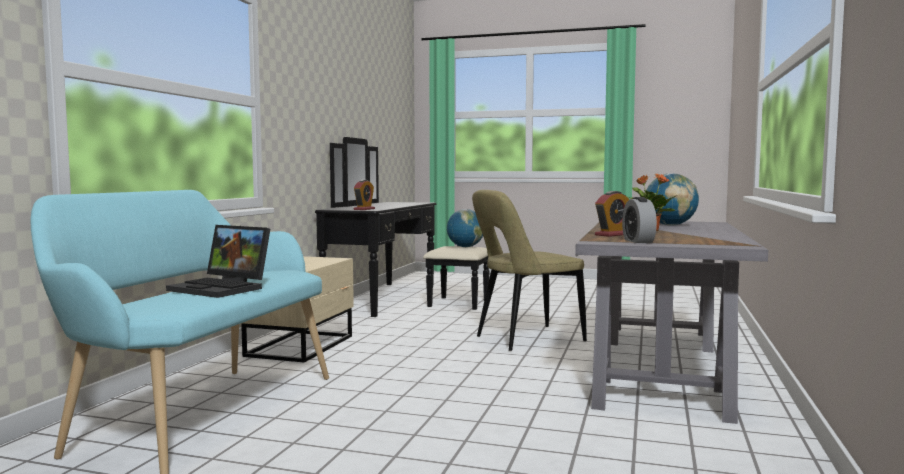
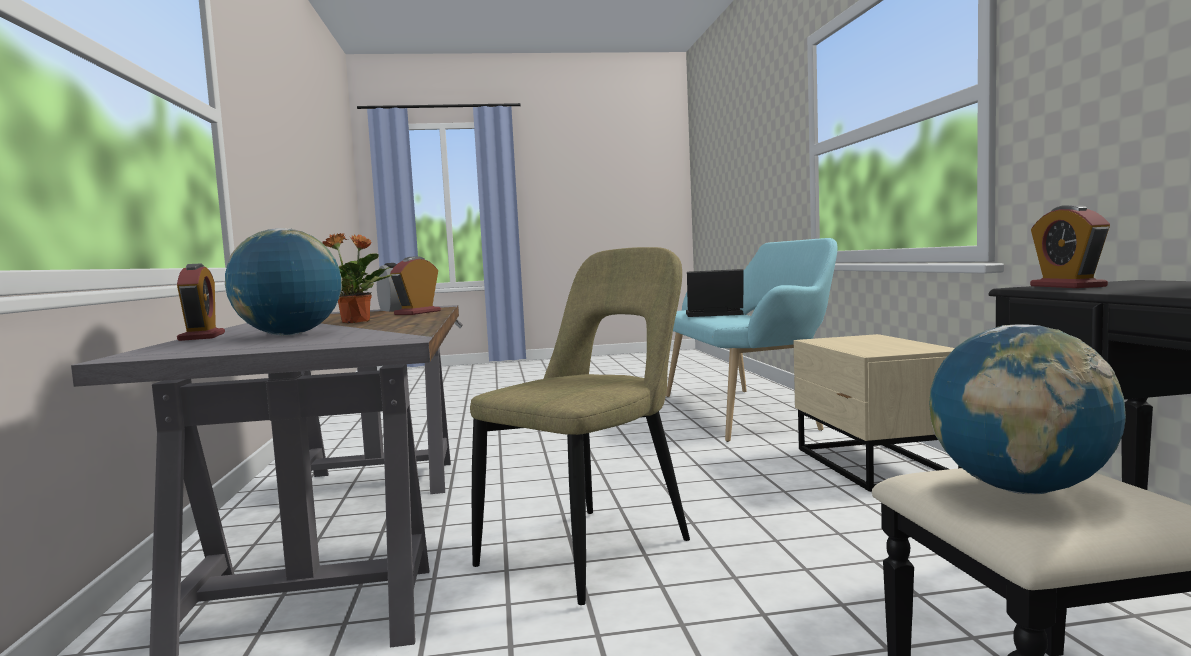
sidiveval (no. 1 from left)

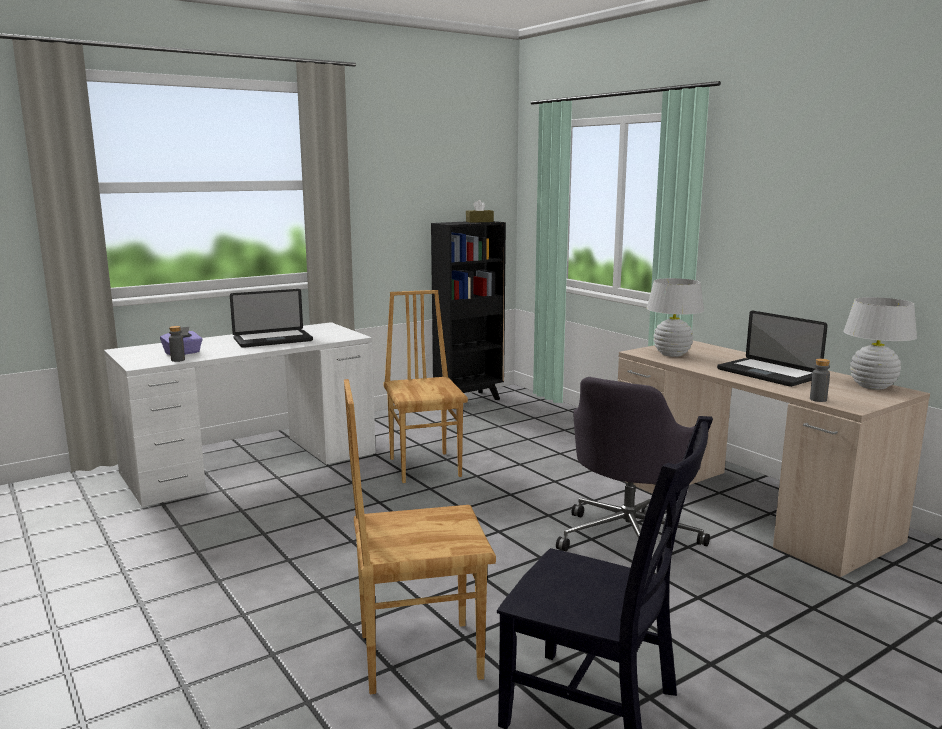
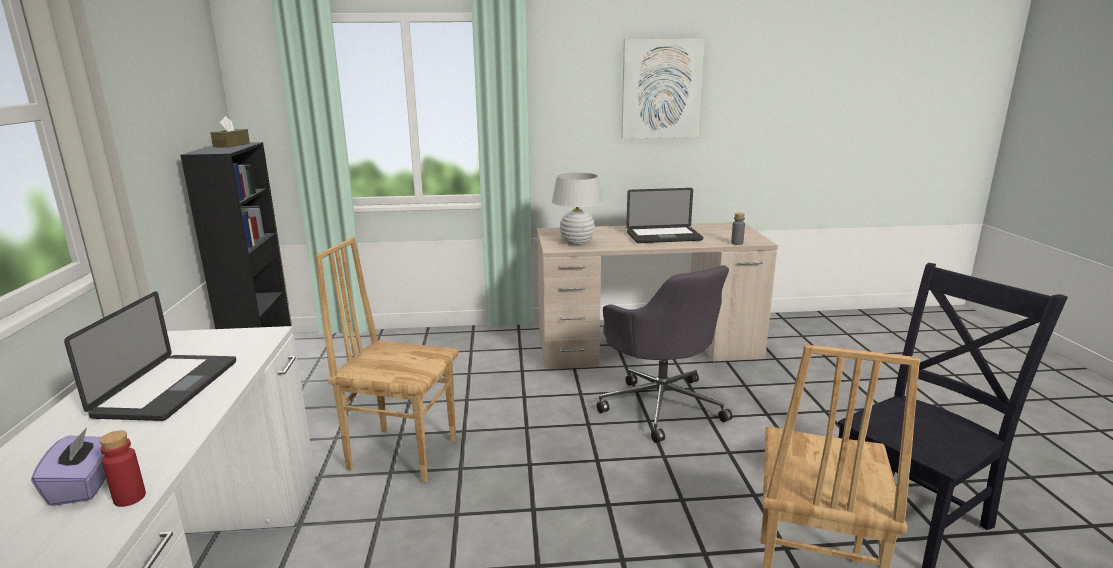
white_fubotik (no. 2 from left in the first image)
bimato
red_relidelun

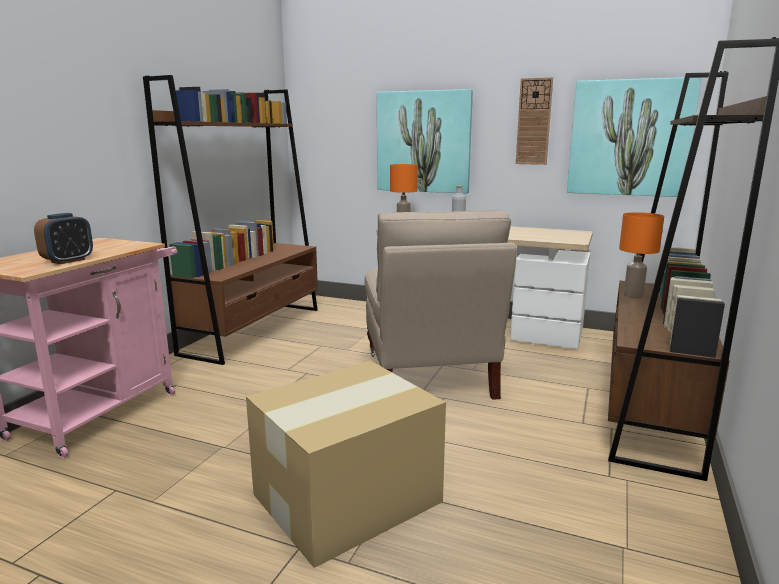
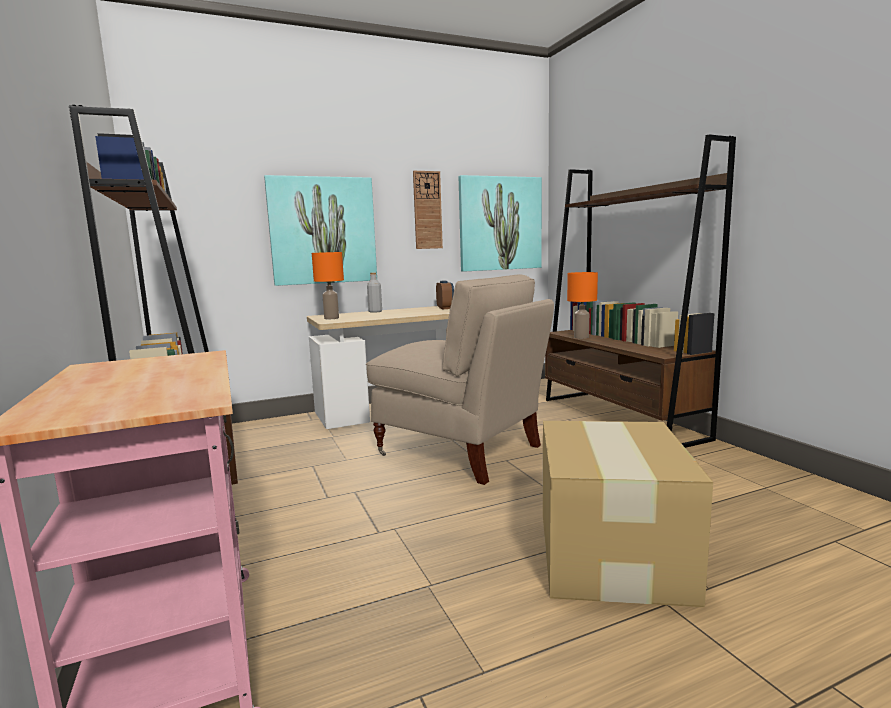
sidiveval

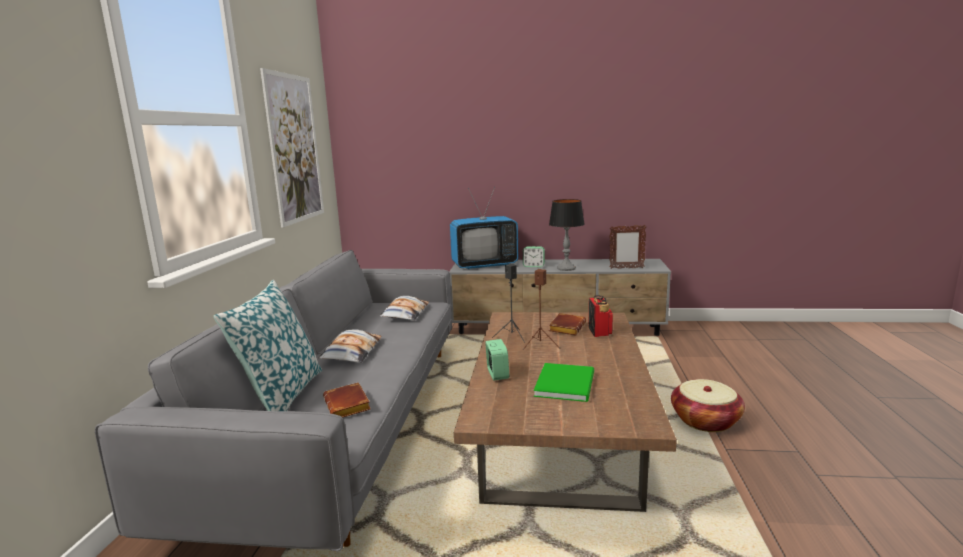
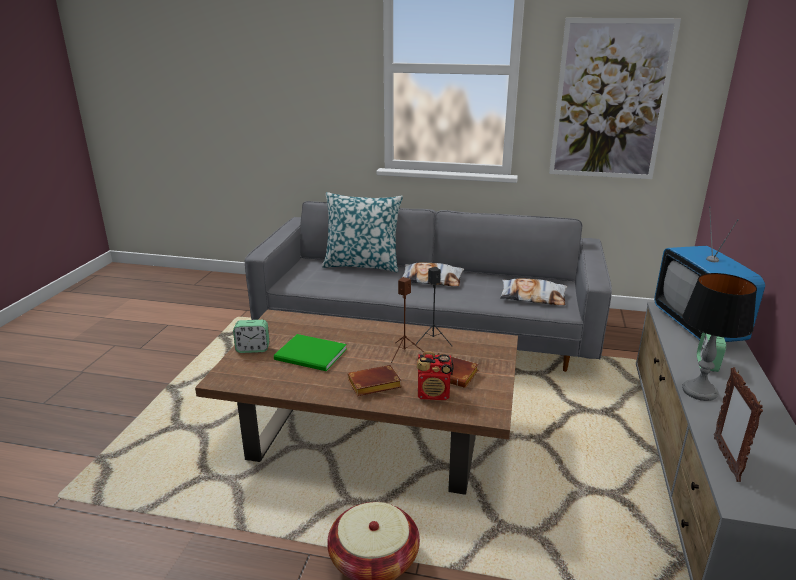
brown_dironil (no. 1 from left)
sidiveval (no. 1 from left)

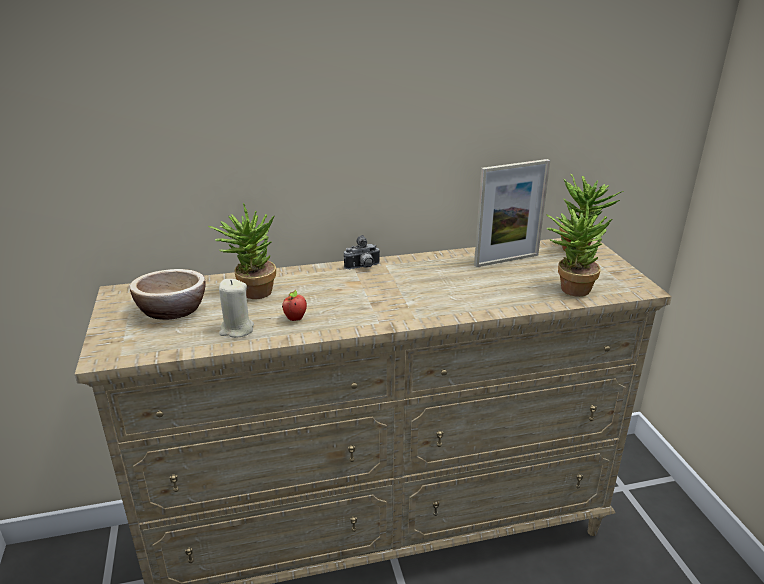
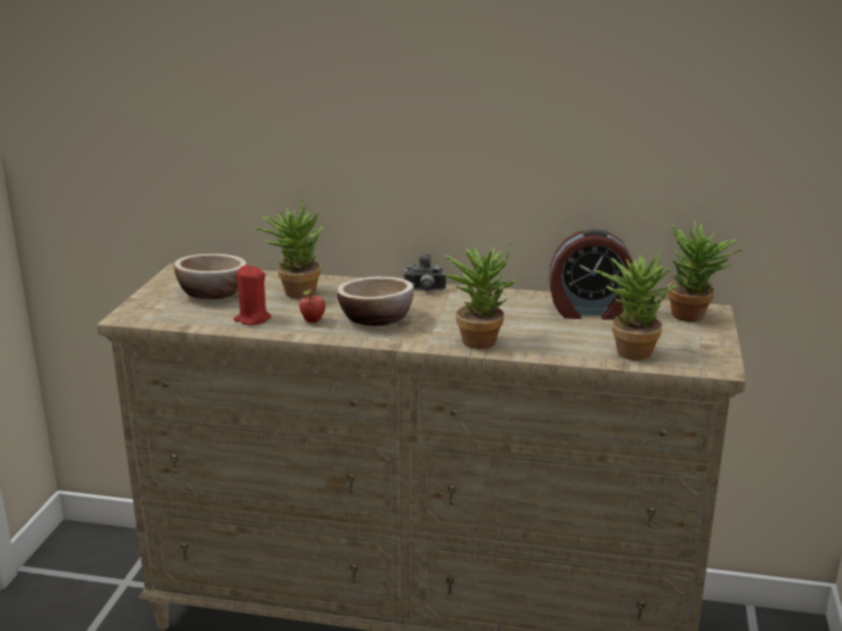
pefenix (no. 2 from left)
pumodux (no. 2 from left)
sidiveval
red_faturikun

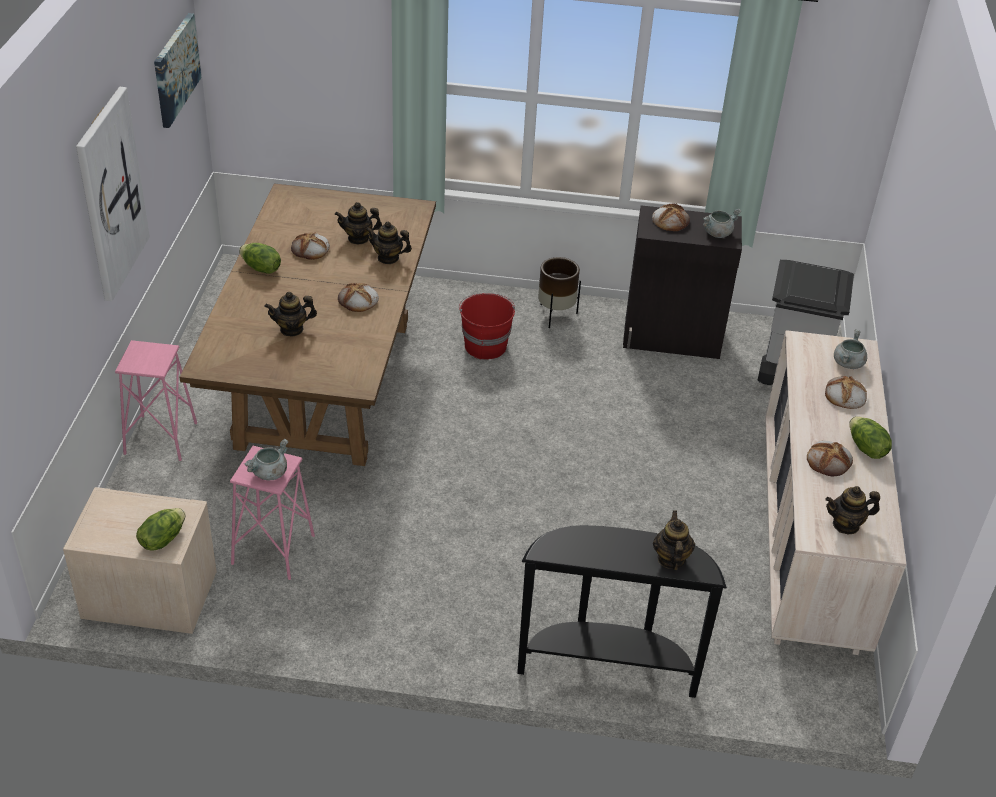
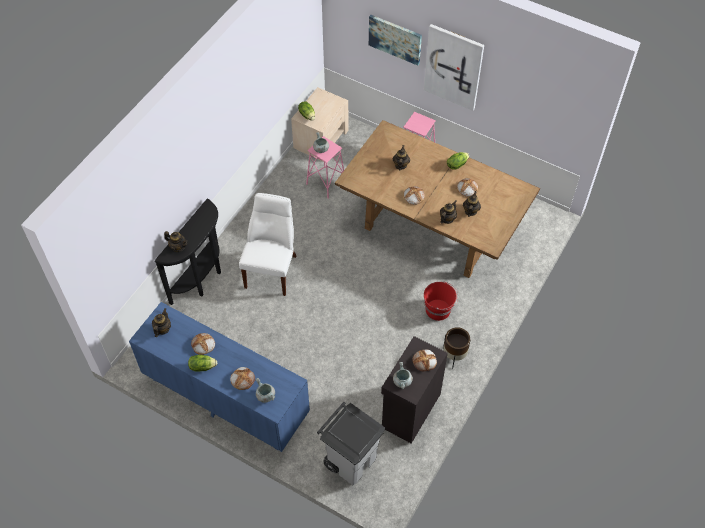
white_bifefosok
bimato (no. 1 from left)
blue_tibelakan

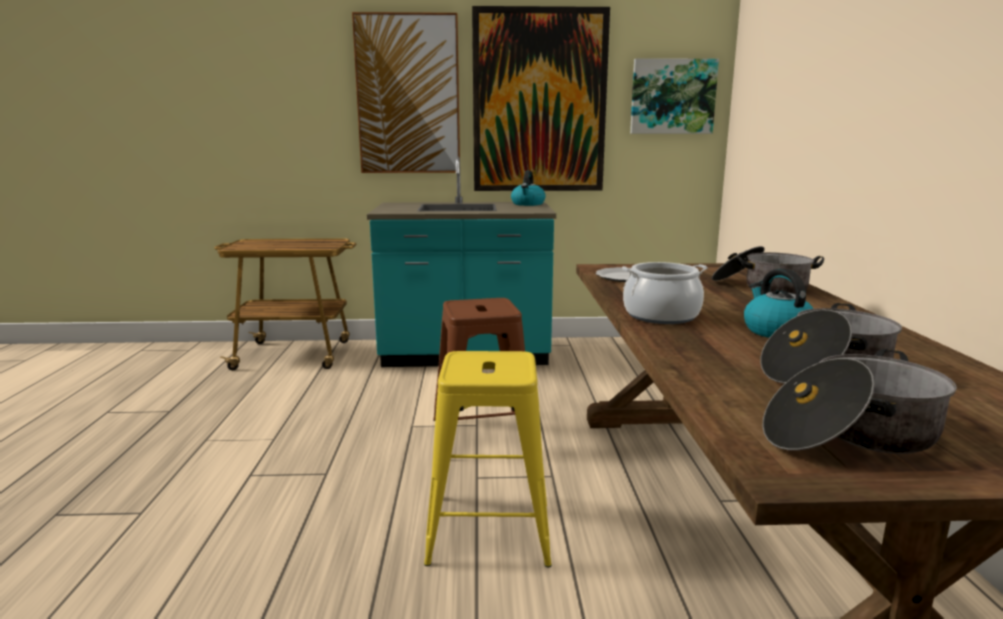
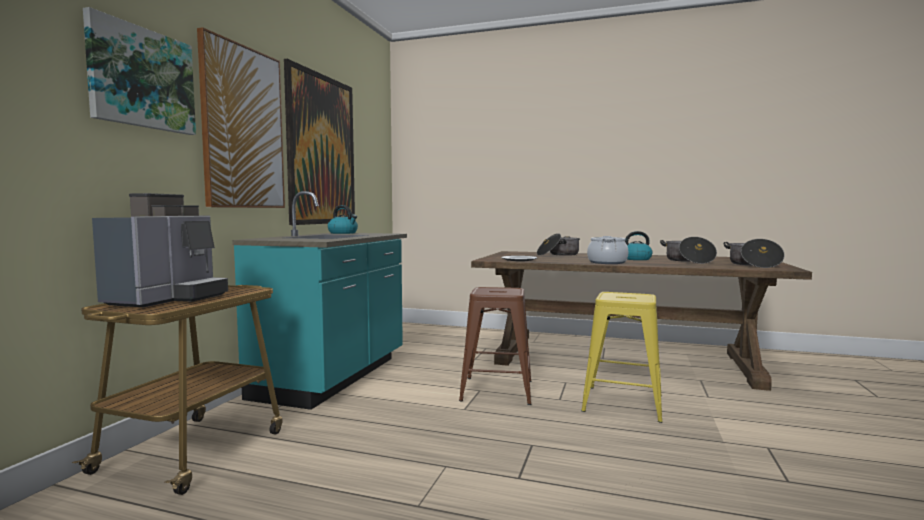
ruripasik
bimato (no. 1 from left)

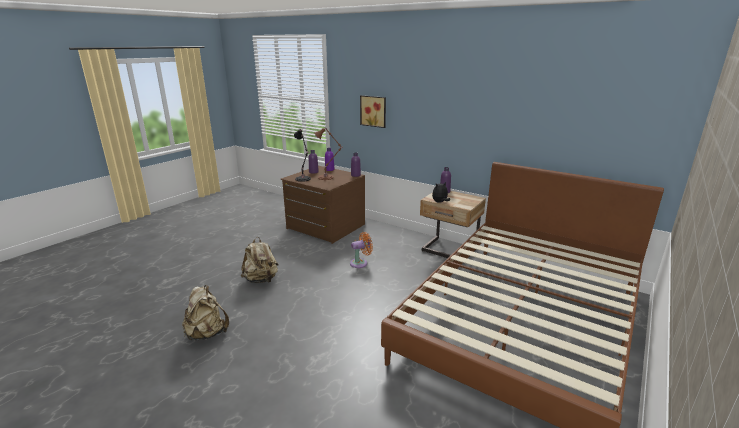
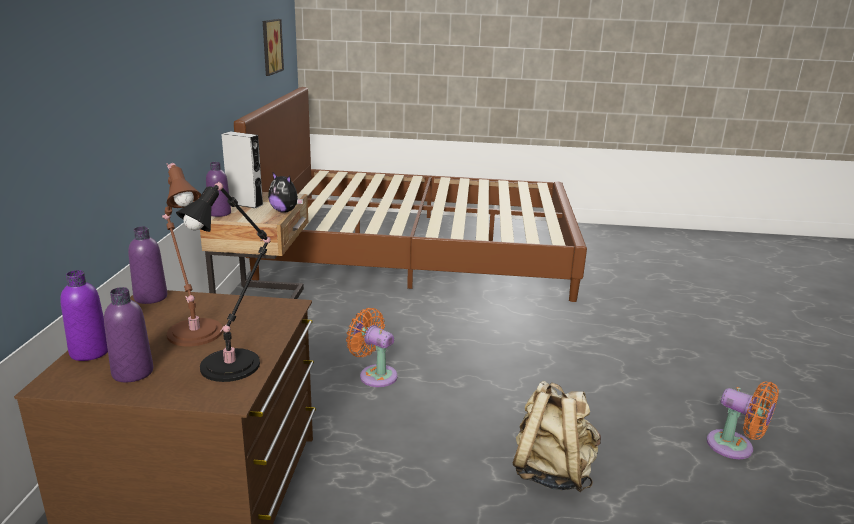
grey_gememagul
bimato
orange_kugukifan (no. 2 from left)

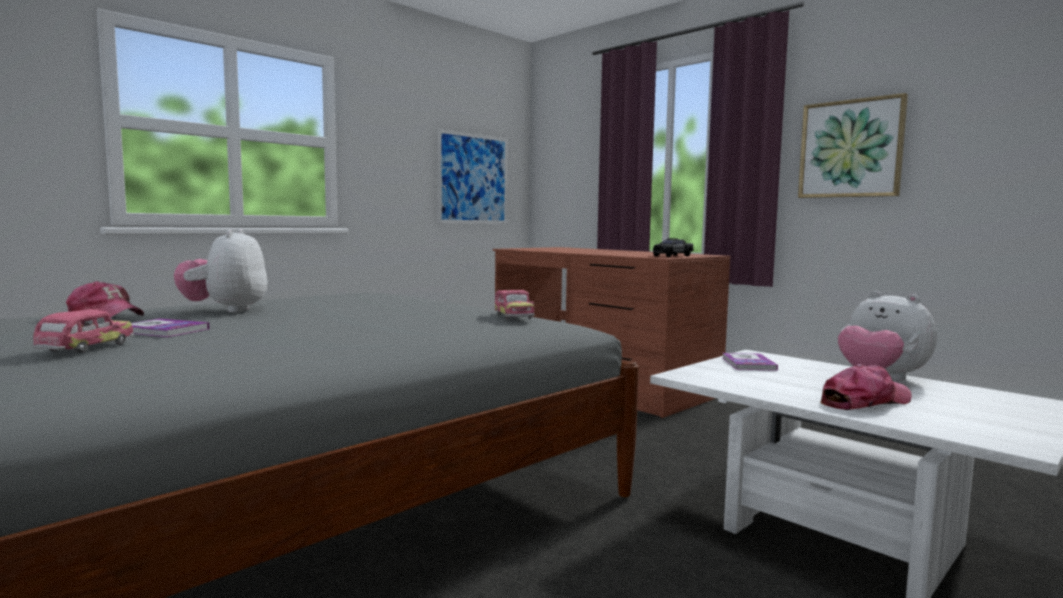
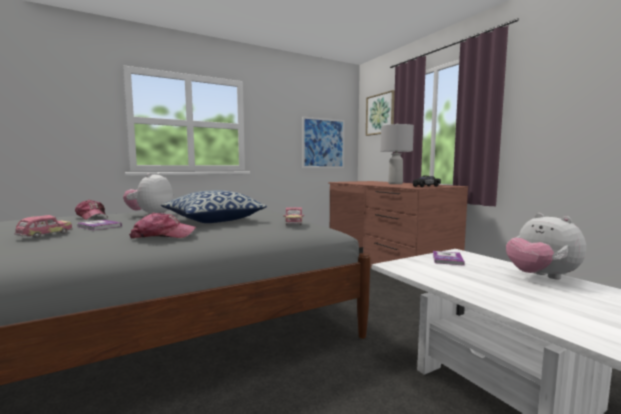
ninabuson
grey_fubotik
bimato (no. 2 from left)
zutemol (no. 2 from left)

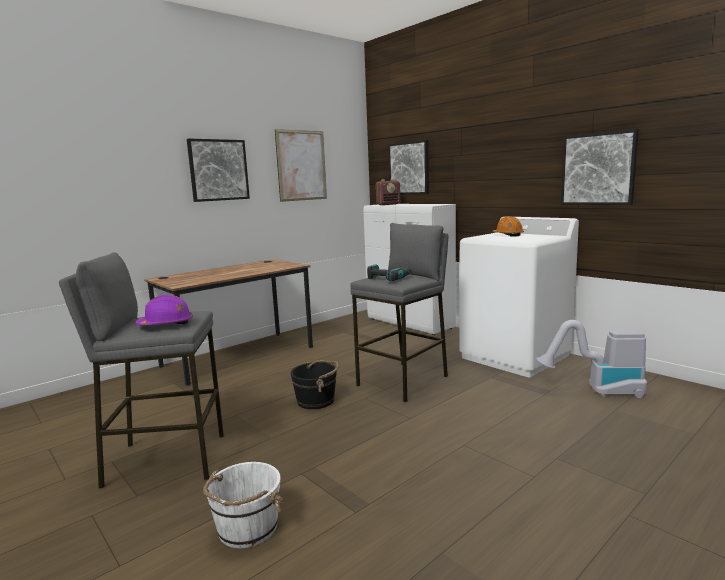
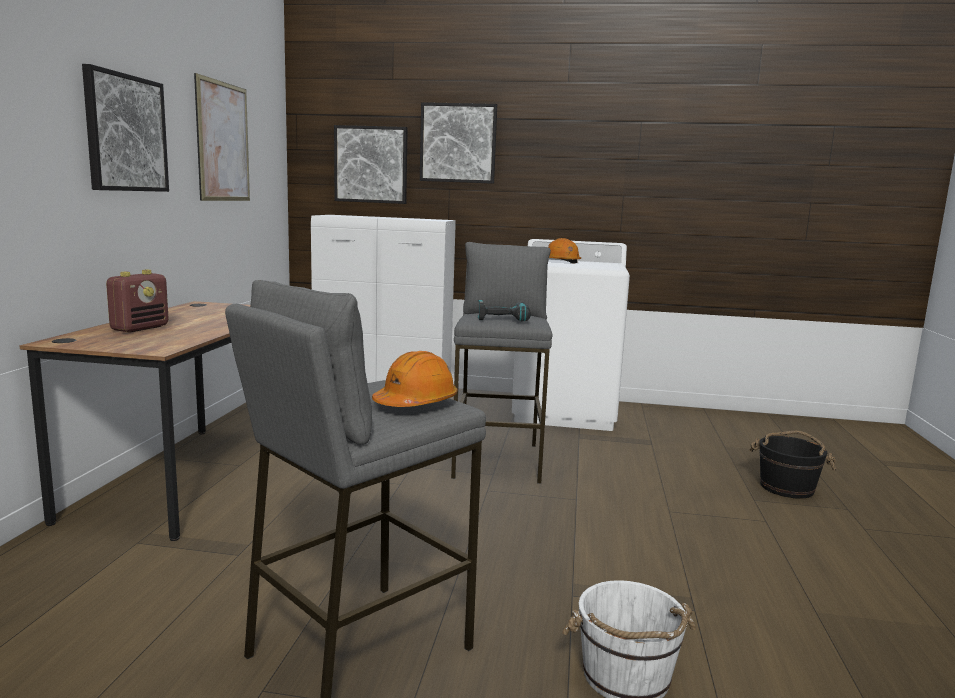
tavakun
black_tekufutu
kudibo
bimato (no. 4 from left)
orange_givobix (no. 1 from left)

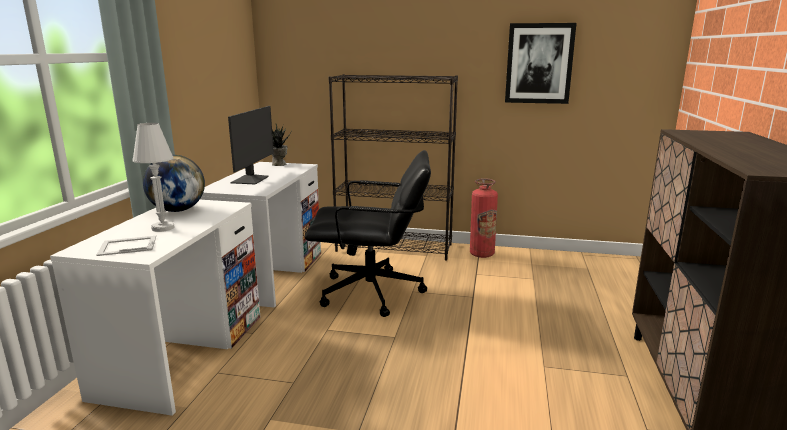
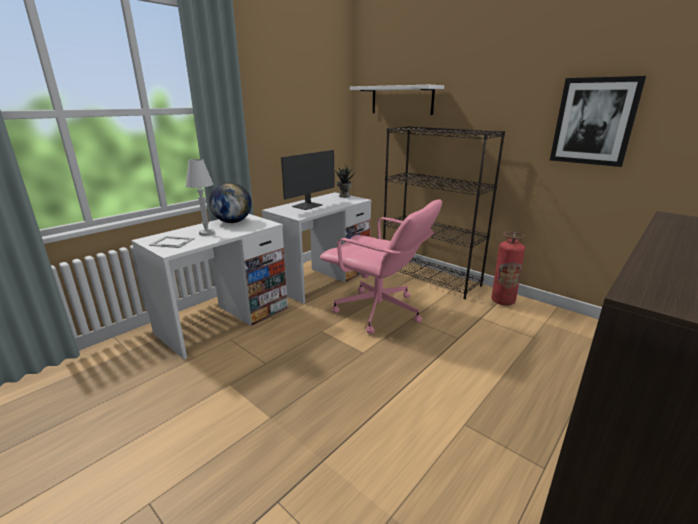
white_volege
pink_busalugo

